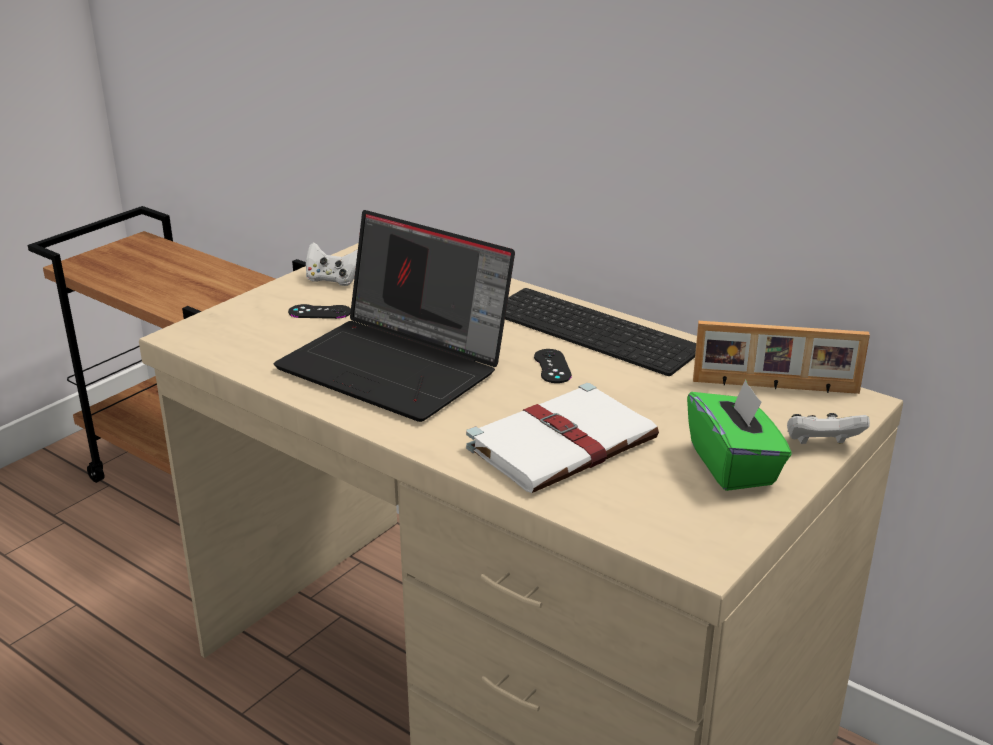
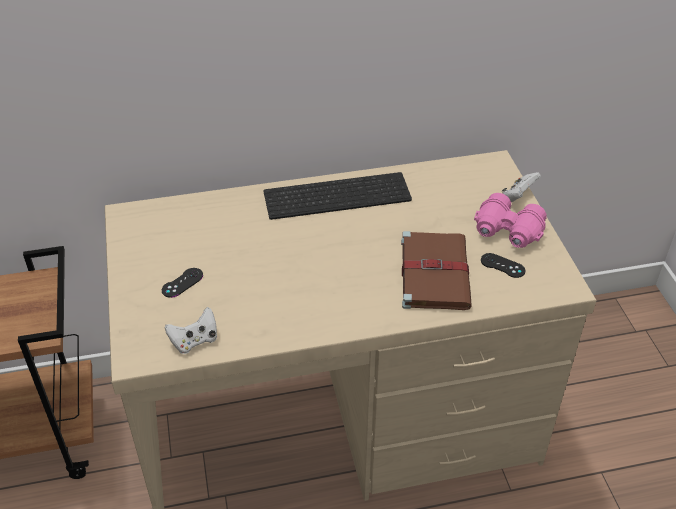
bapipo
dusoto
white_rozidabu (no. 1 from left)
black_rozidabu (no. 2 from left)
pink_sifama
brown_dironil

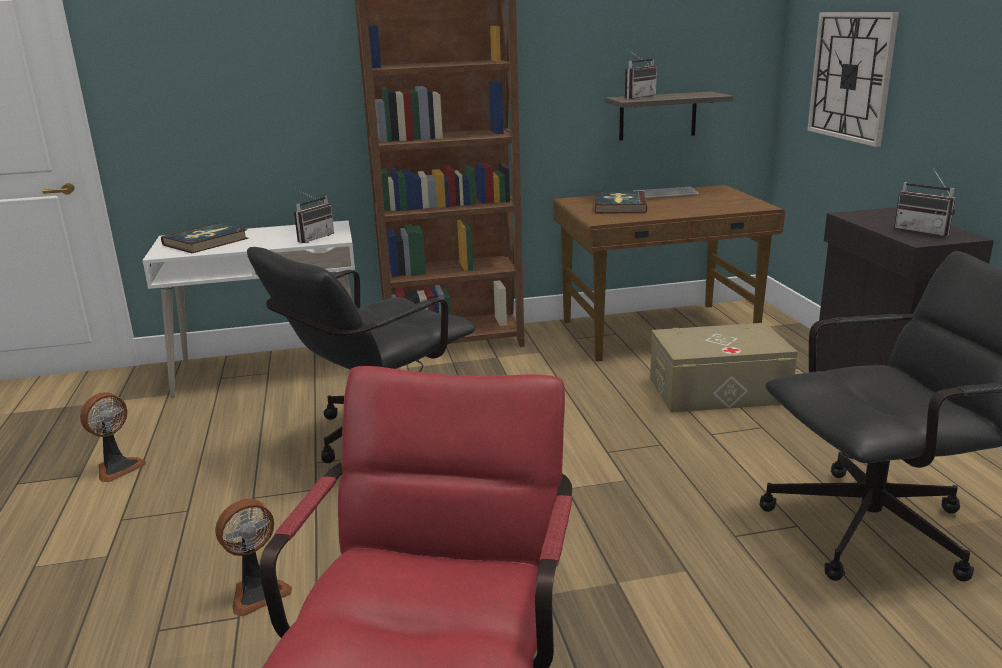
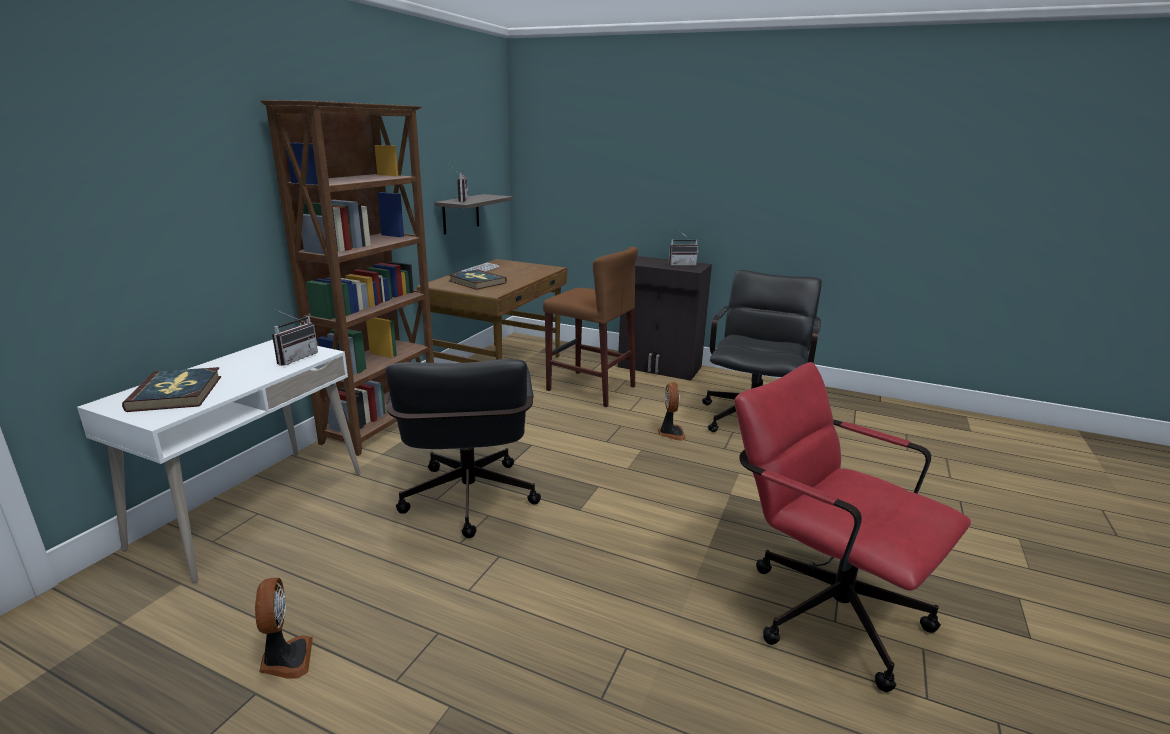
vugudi
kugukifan (no. 2 from left)
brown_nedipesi
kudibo (no. 1 from left)

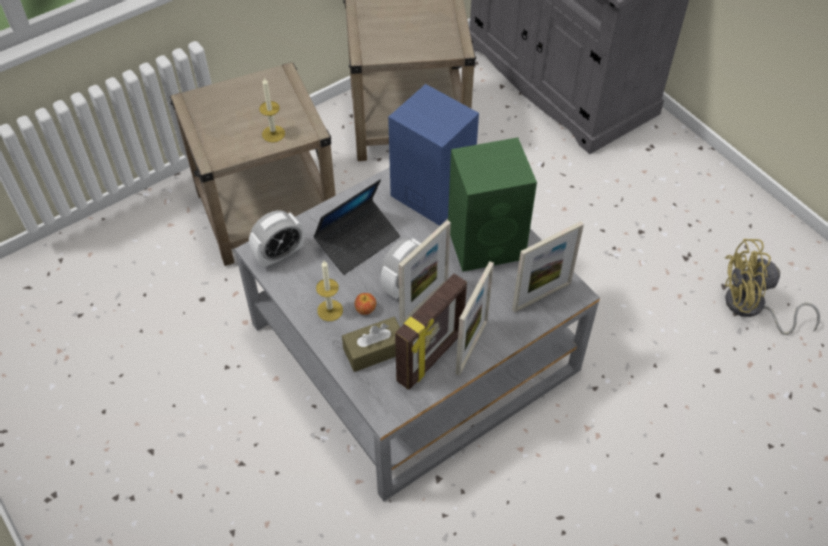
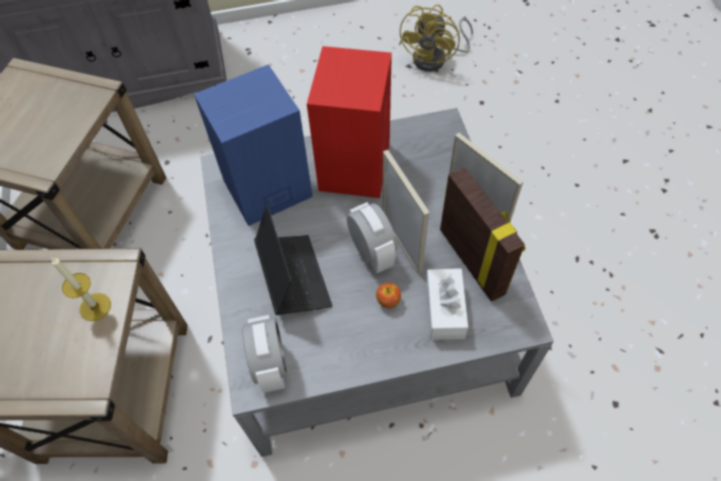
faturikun (no. 2 from left in the first image)
dusoto (no. 4 from left in the first image)
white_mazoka
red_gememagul

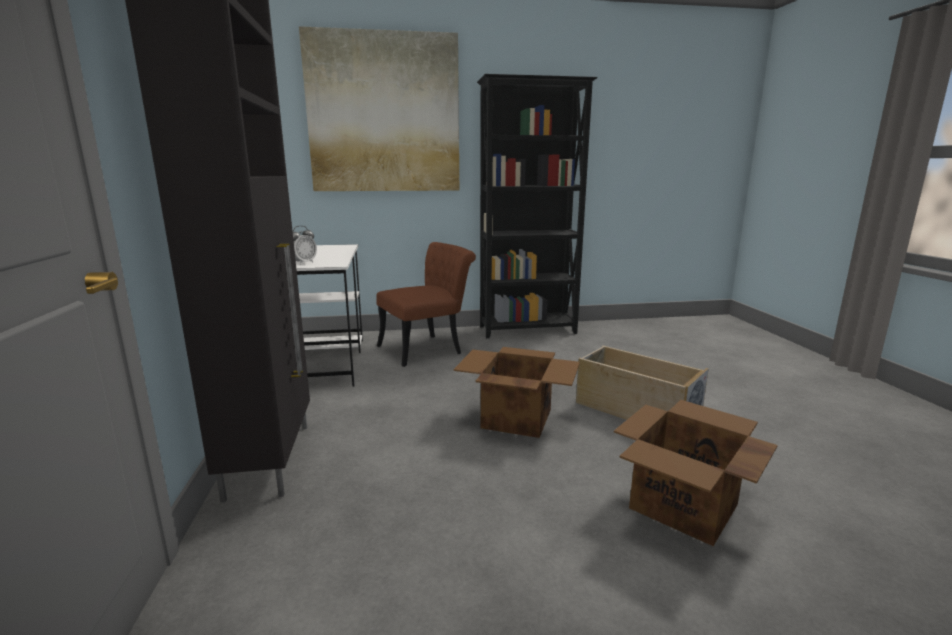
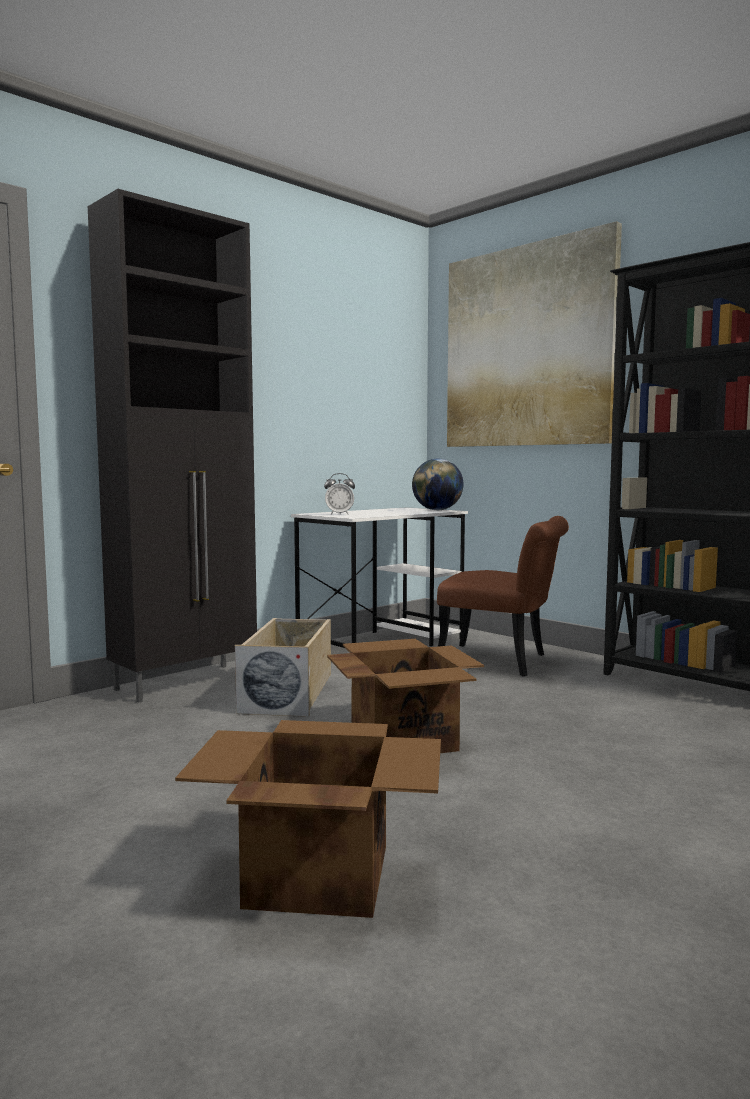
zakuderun
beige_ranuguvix

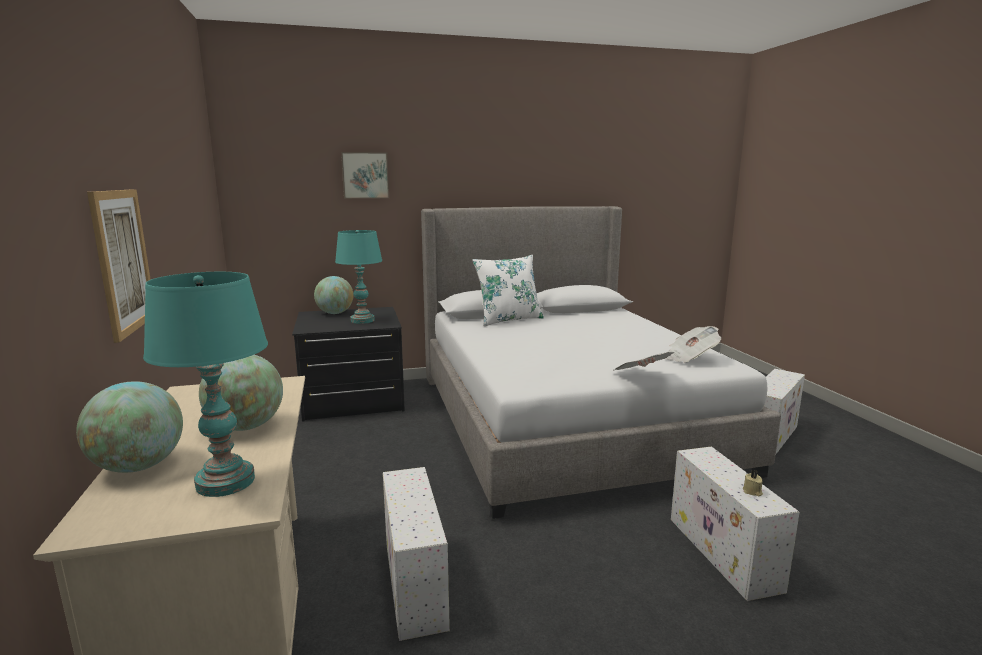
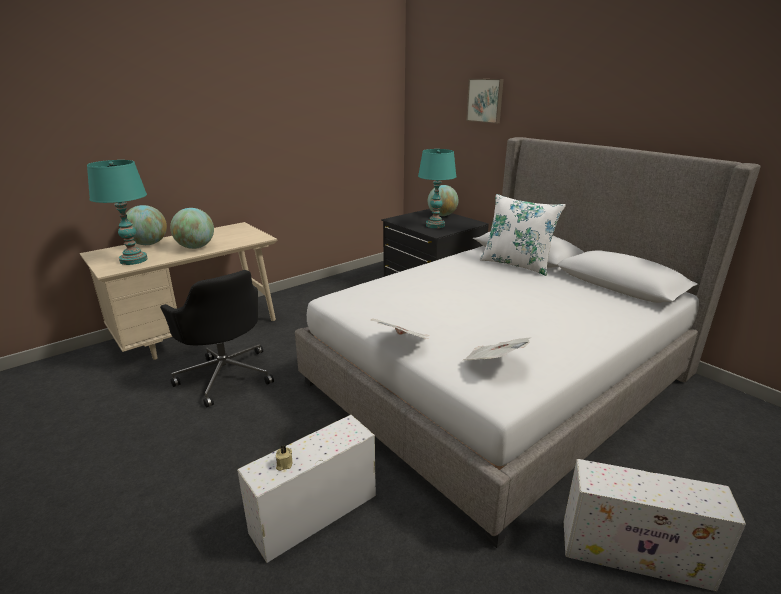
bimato (no. 1 from left in the first image)
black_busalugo

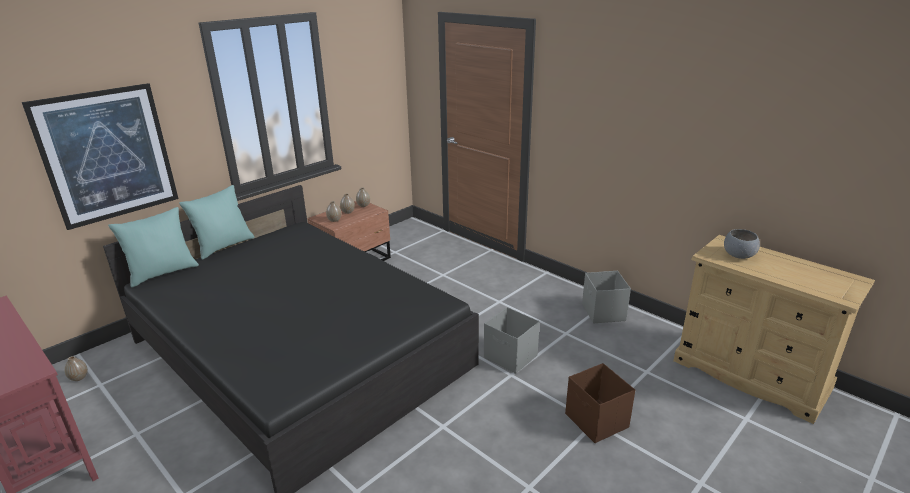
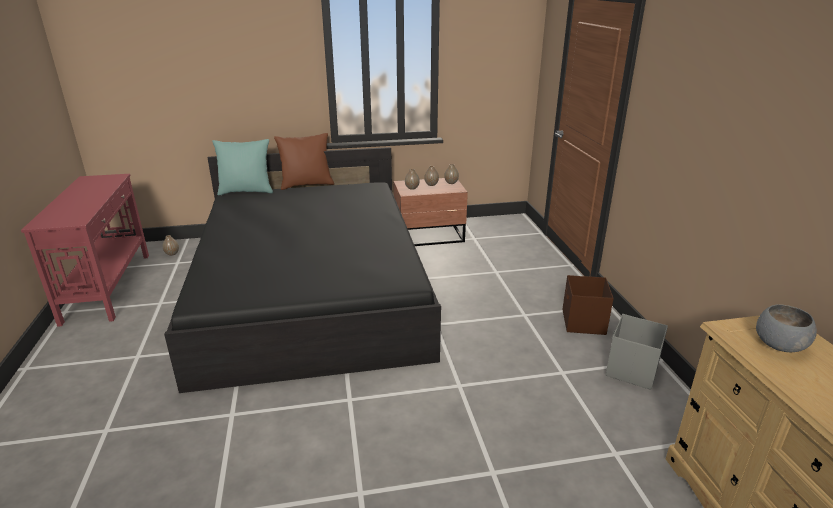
bimato
grey_ranuguvix (no. 1 from left in the first image)
brown_ranuguvix
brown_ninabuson

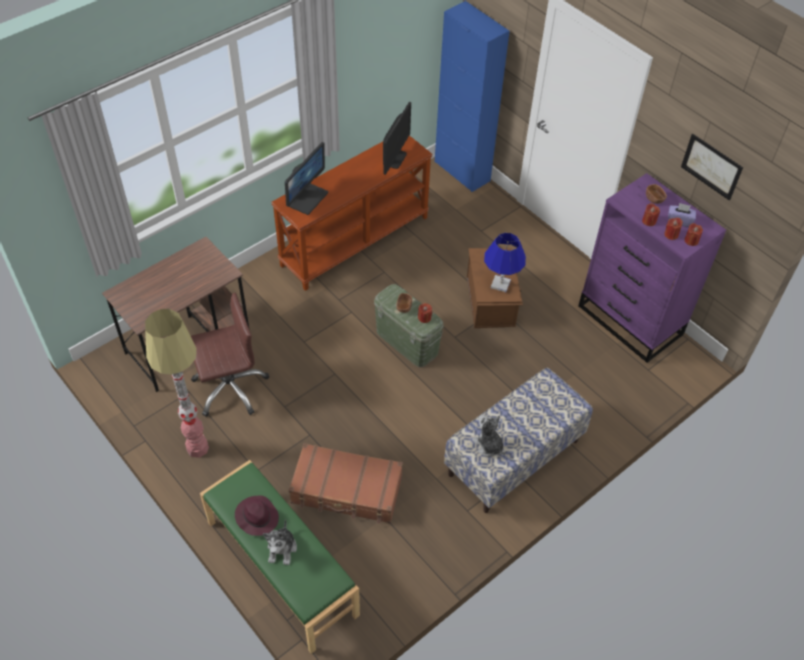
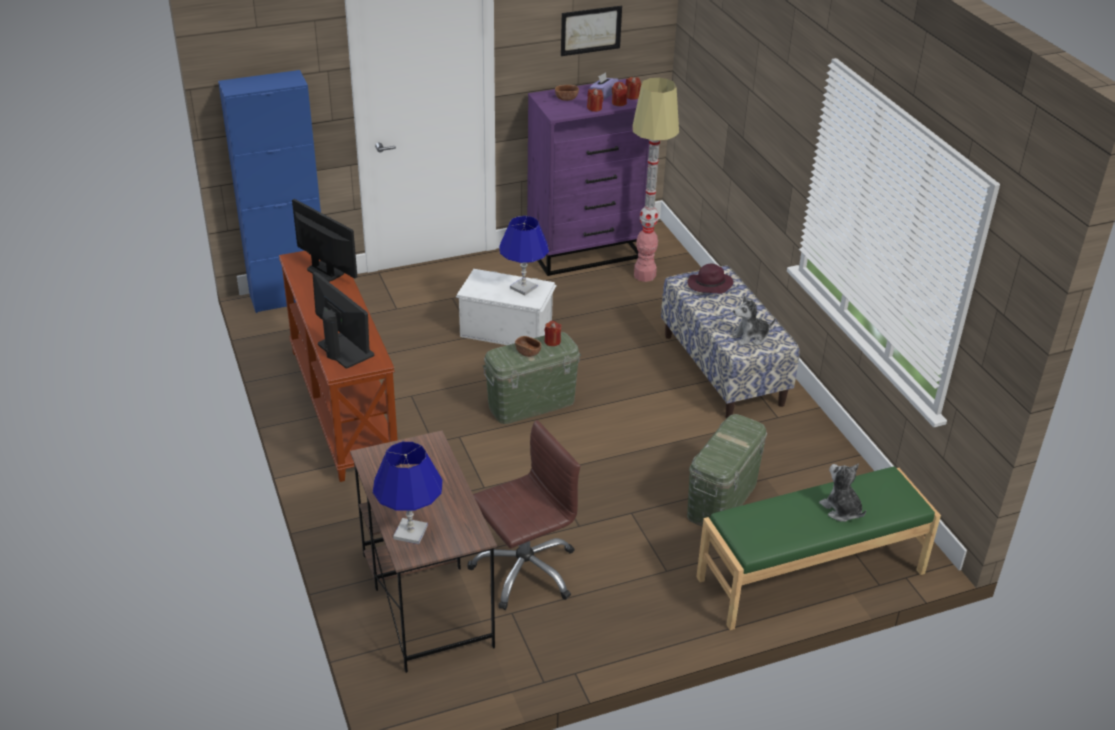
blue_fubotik (no. 1 from left)
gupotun
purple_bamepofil
green_ranuguvix (no. 2 from left)
white_ranuguvix
brown_busalugo
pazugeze (no. 2 from left)

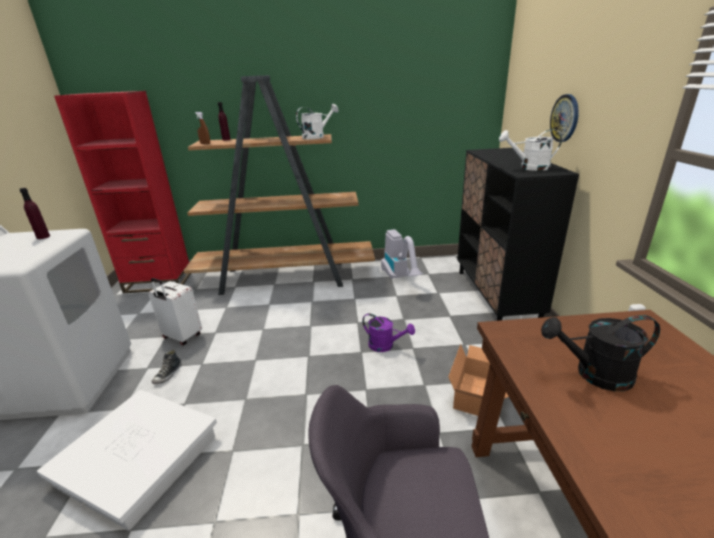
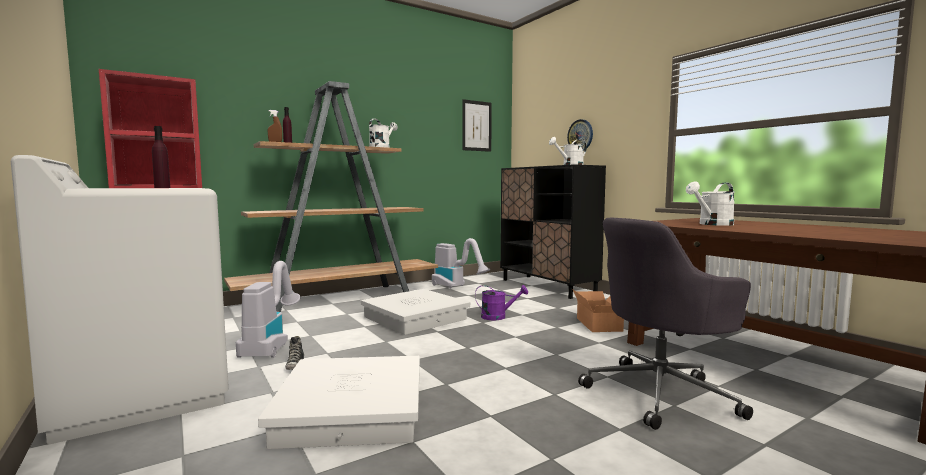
white_ranuguvix (no. 2 from left)
bimato
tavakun (no. 1 from left)
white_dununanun (no. 3 from left)

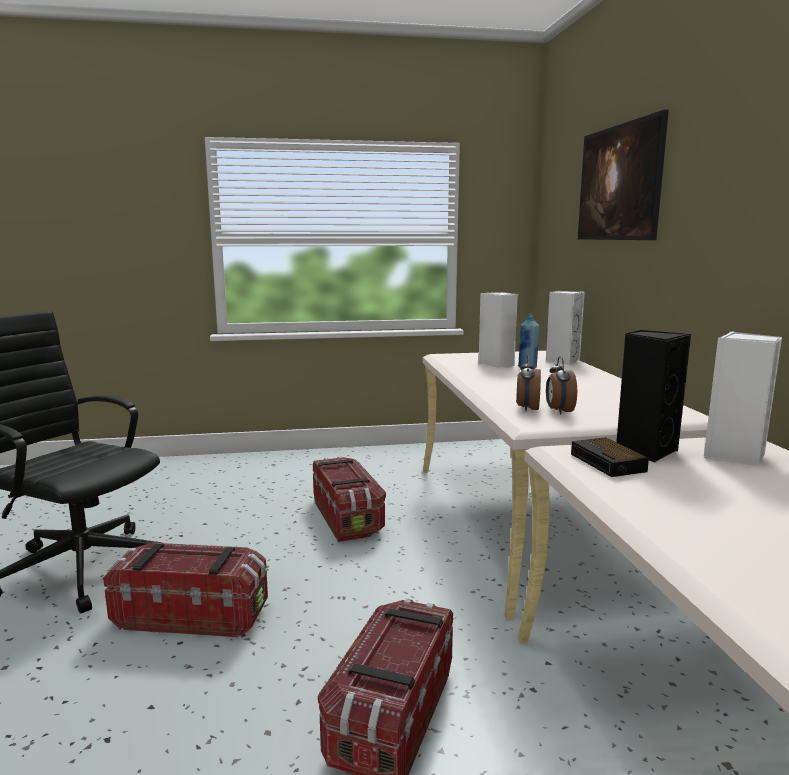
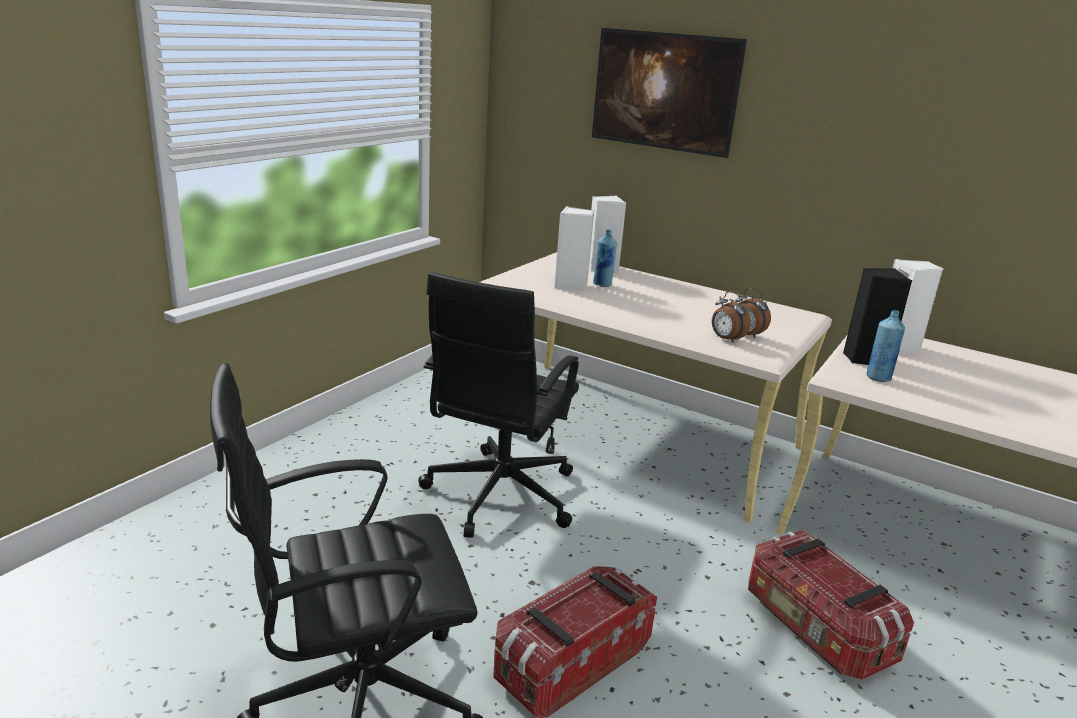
black_busalugo (no. 2 from left)
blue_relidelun (no. 2 from left)

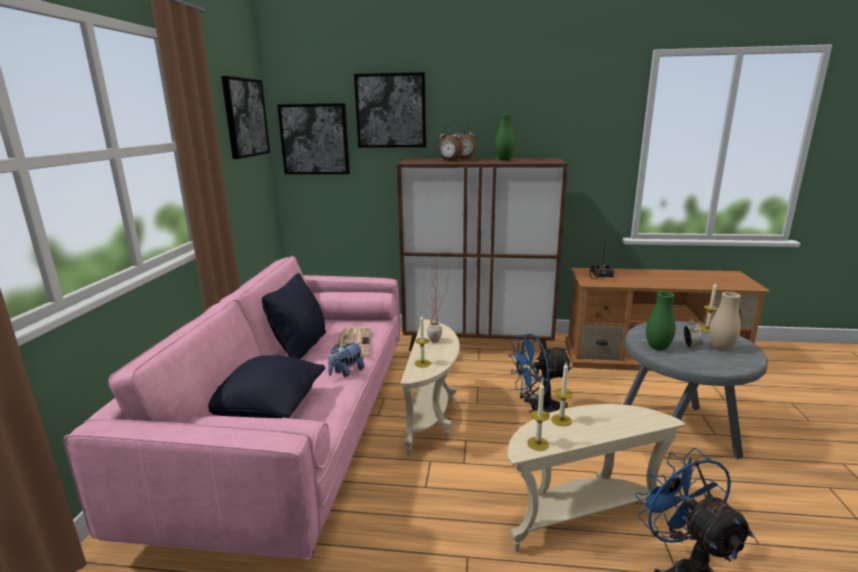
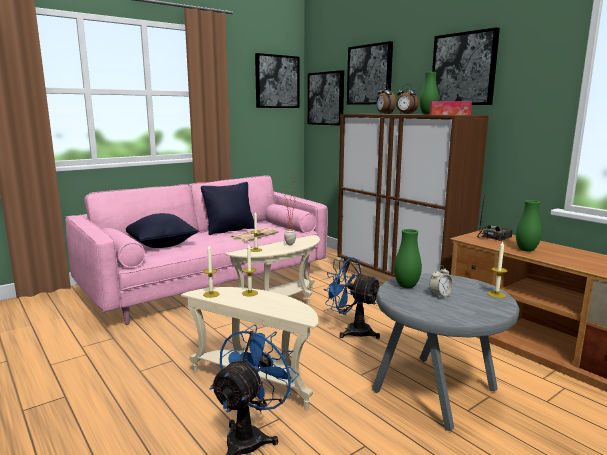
pazugeze
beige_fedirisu
mazoka
bimato (no. 4 from left)
green_fedirisu (no. 3 from left)

